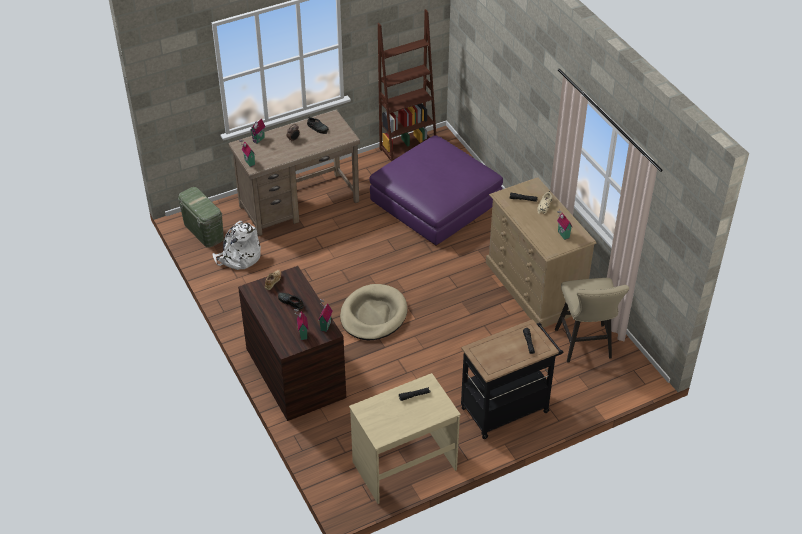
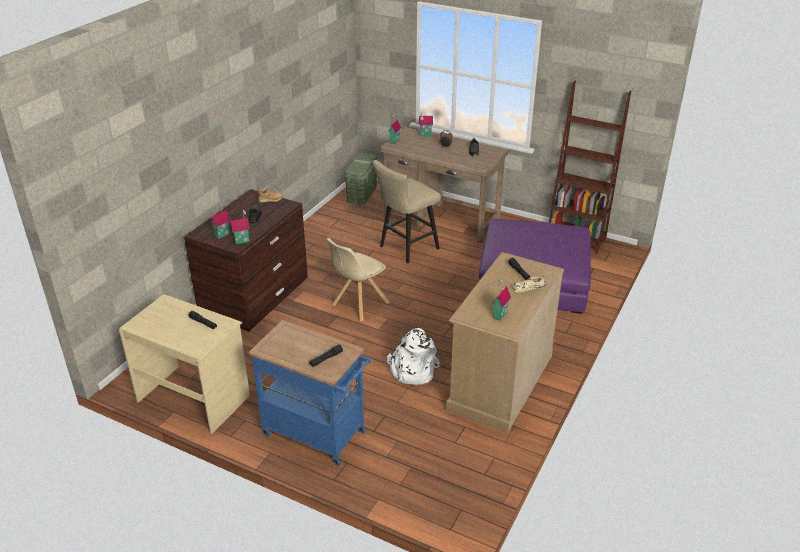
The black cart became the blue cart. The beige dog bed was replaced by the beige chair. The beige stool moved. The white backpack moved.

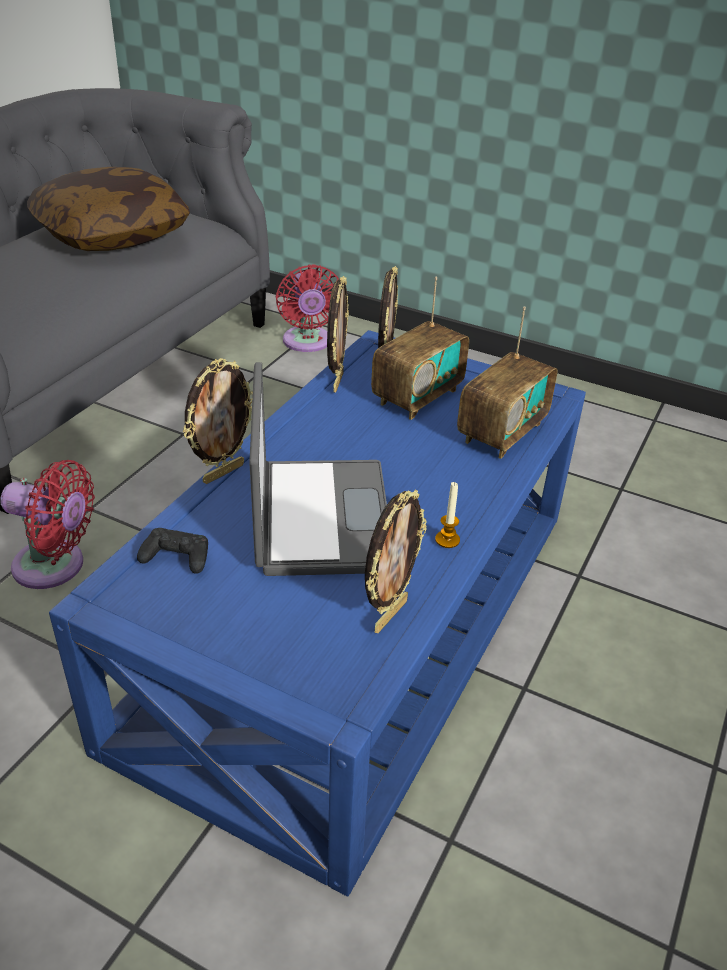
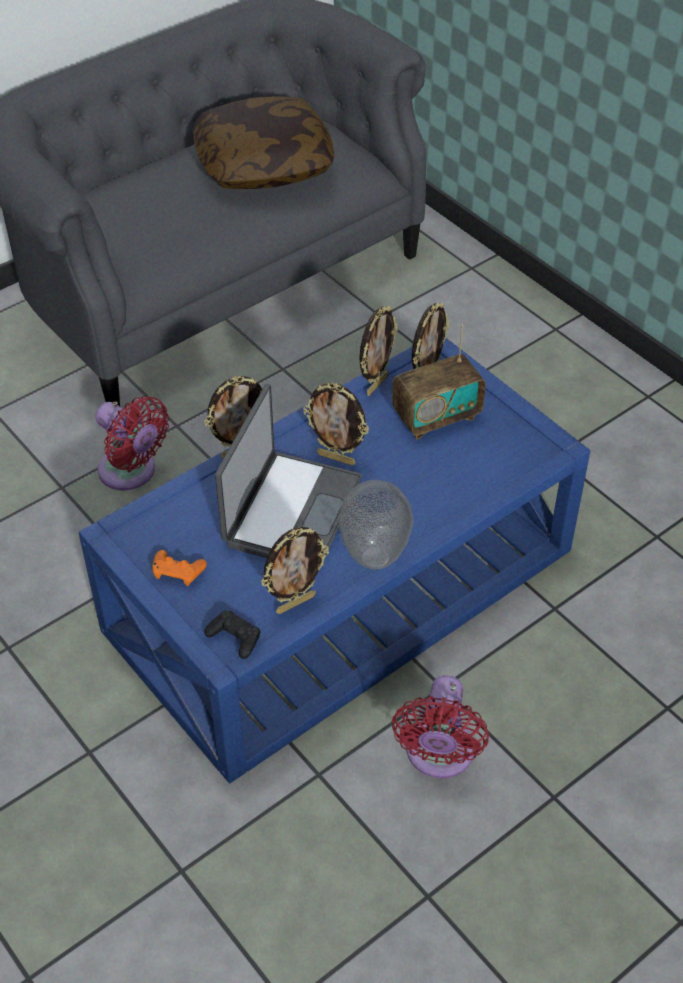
The orange game controller appeared. The black game controller moved. The picture frame (3rd from left) appeared. The candle was replaced by the vase. The red fan (2nd from left) moved. The radio (2nd from left) disappeared.

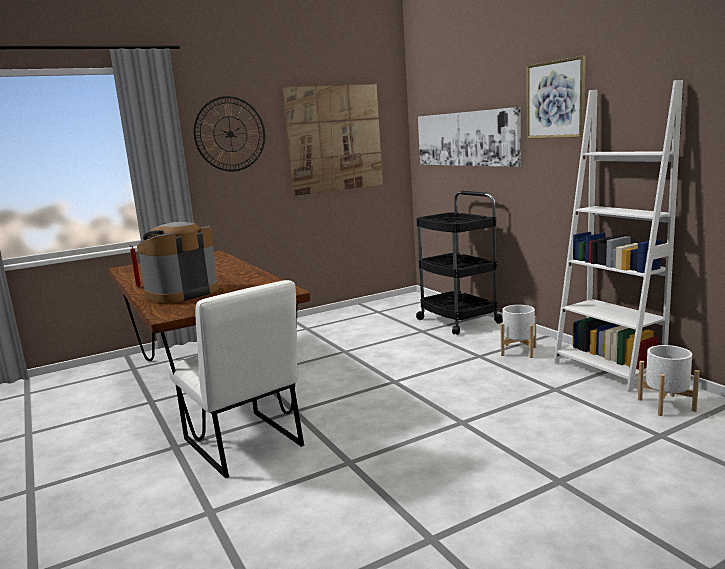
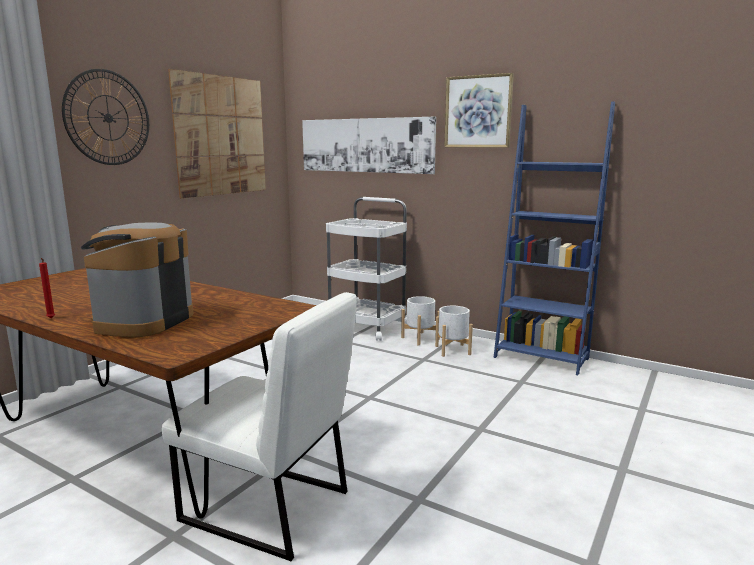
The black cart became the white cart. The white planter (2nd from left in the first image) moved. The white bookcase became the blue bookcase.

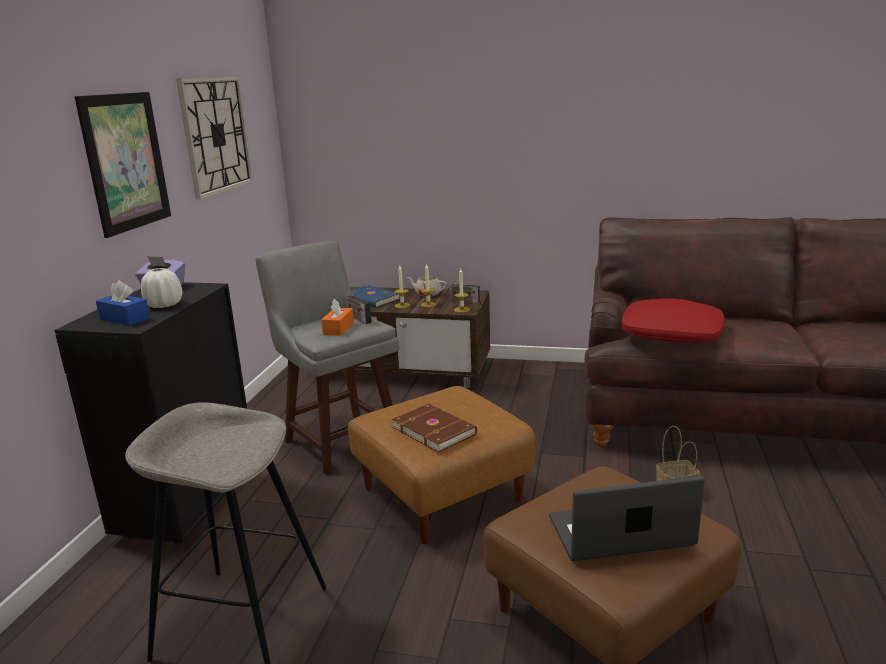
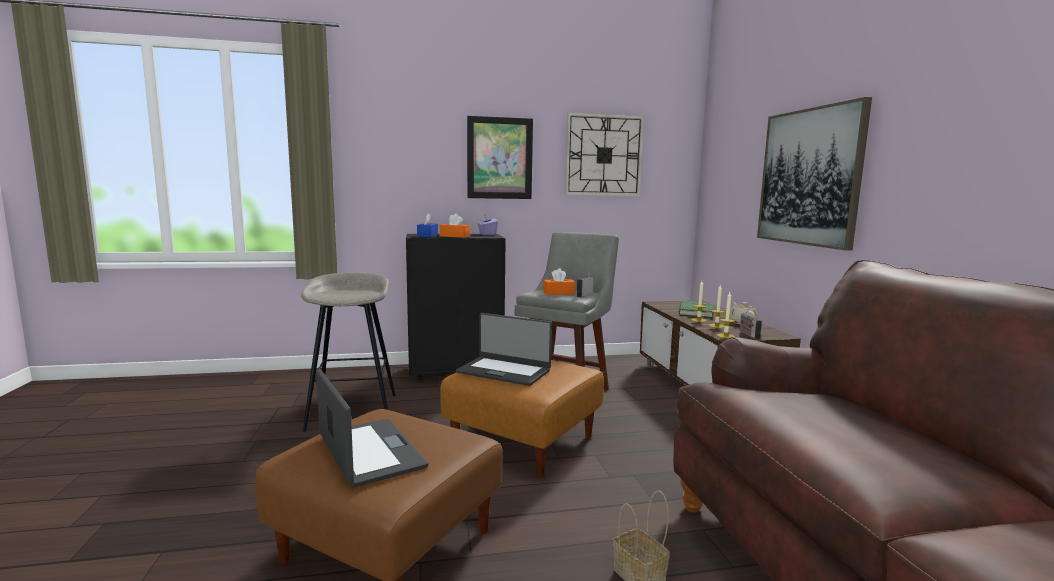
The white vase was replaced by the orange tissue box (1st from left). The brown book was replaced by the laptop (2nd from left). The blue book became the green book. The picture (2nd from left) appeared. The red pillow disappeared.

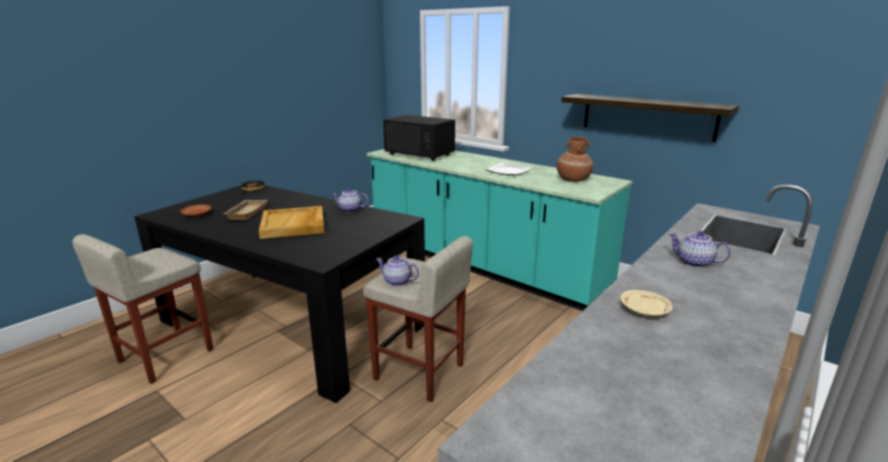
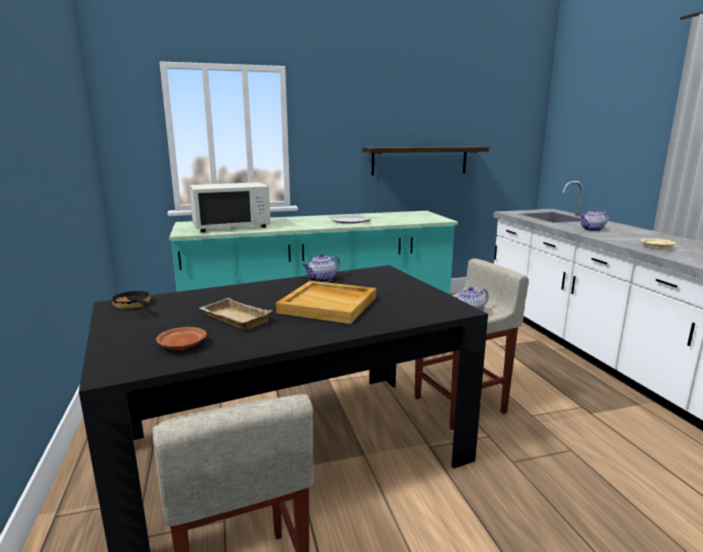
The black microwave became the white microwave. The brown vase disappeared.

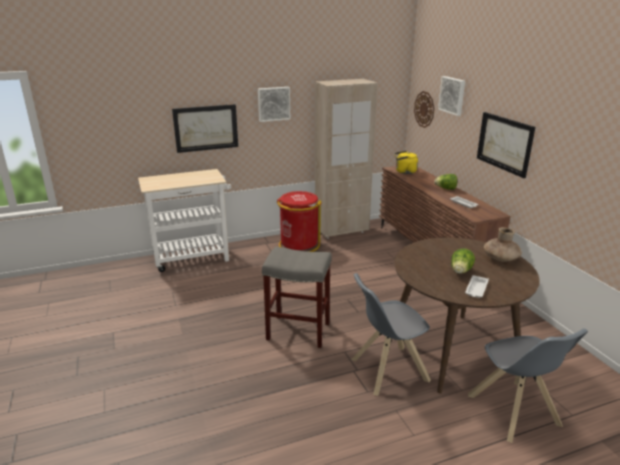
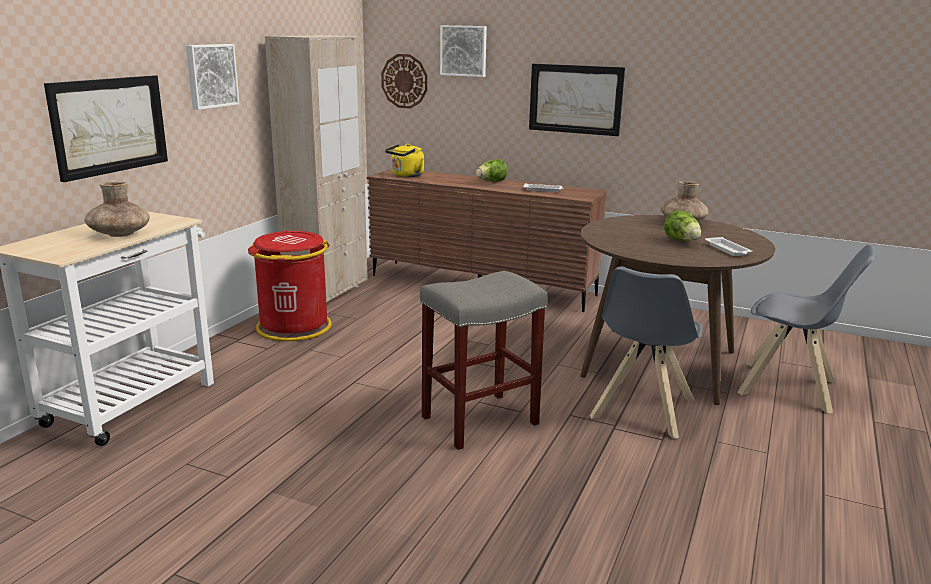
The brown vase (1st from left) appeared.

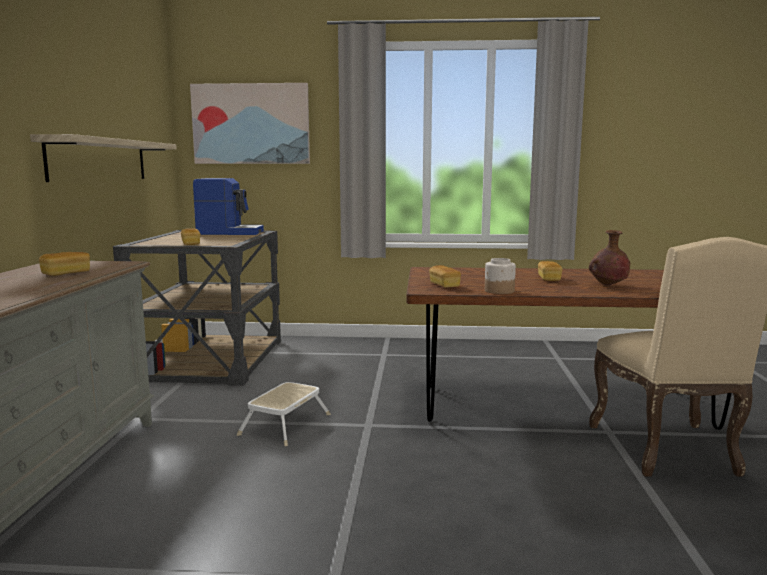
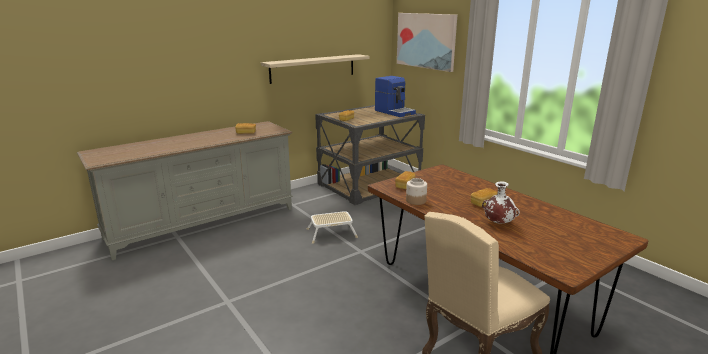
The brown vase became the white vase.

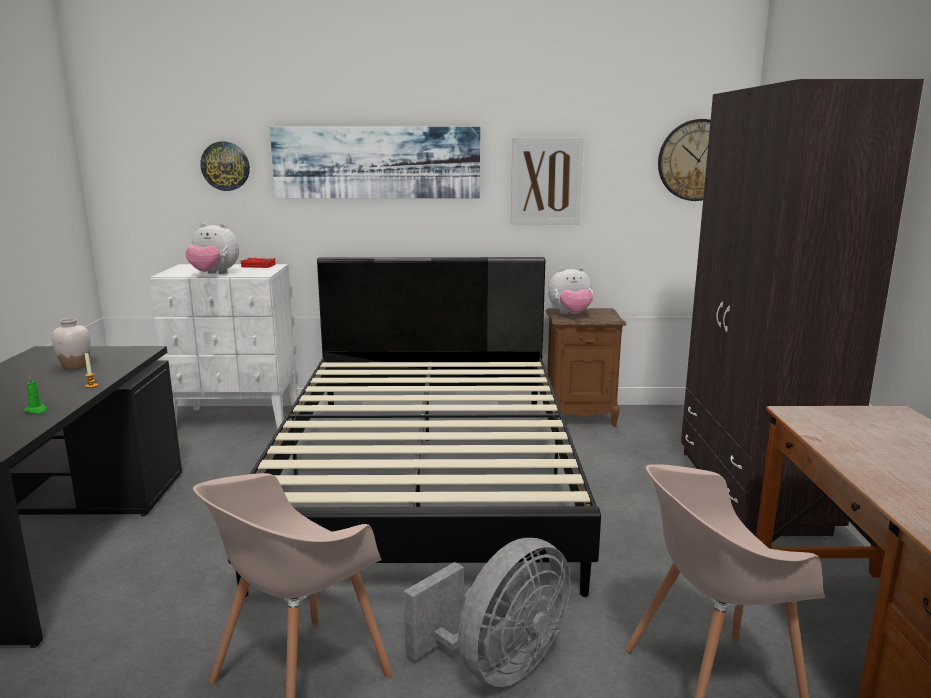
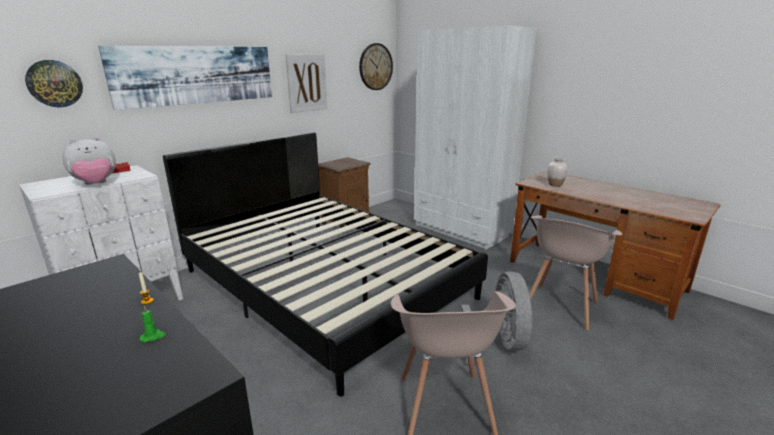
The brown wardrobe became the white wardrobe. The white vase moved. The plush toy (2nd from left) disappeared.

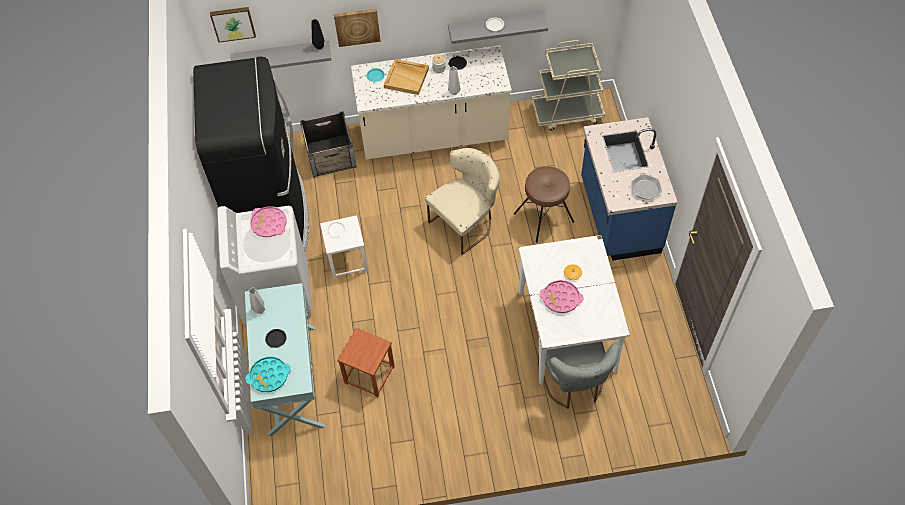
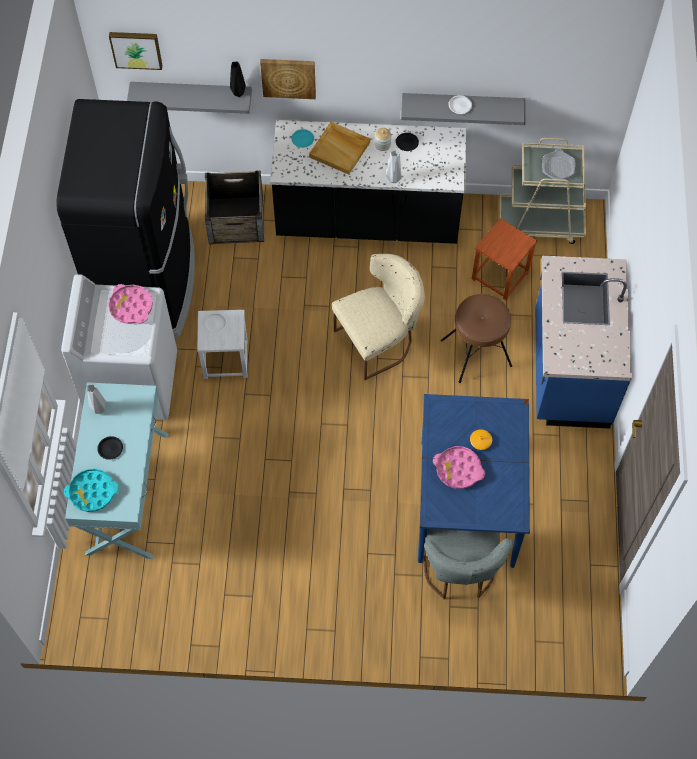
The beige counter became the black counter. The white dining table became the blue dining table. The brown stool (1st from left in the first image) moved. The frying pan moved.

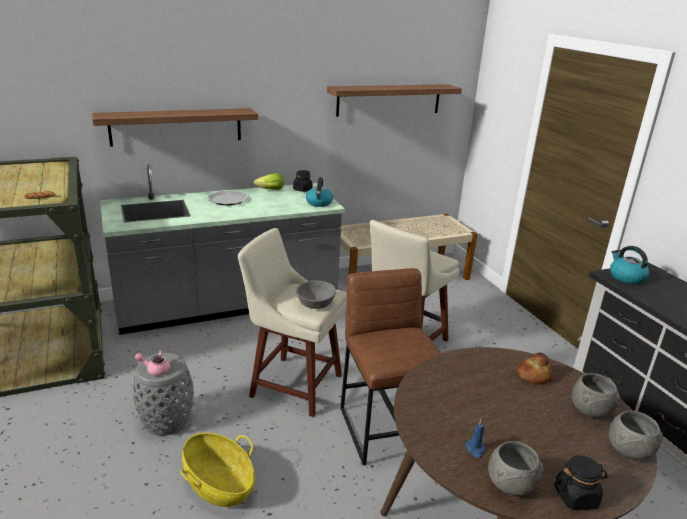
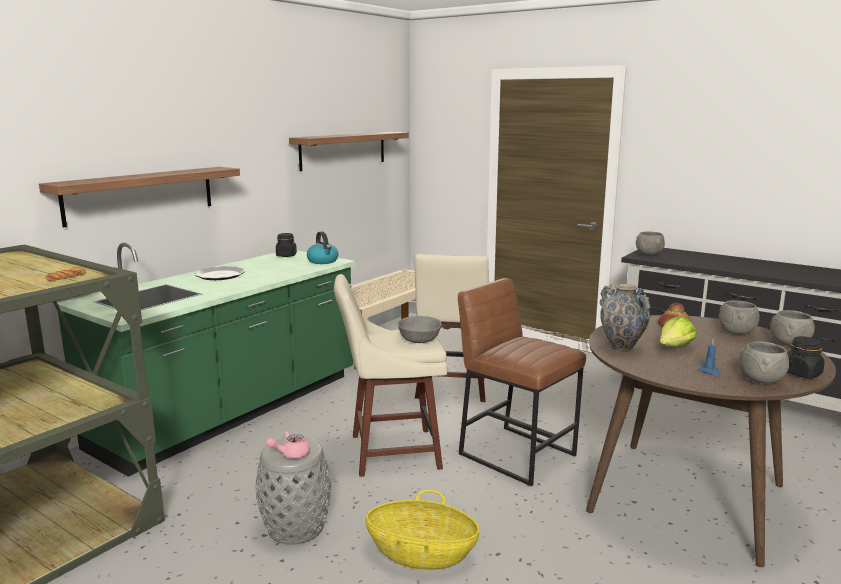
The grey counter became the green counter. The vase appeared. The kettle (2nd from left) was replaced by the grey bowl (2nd from left). The lettuce moved.

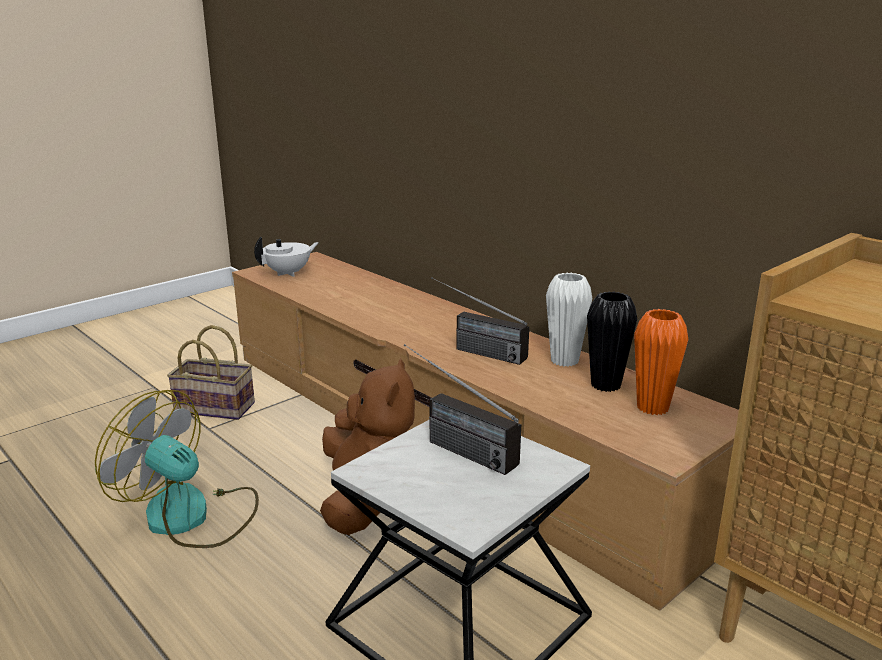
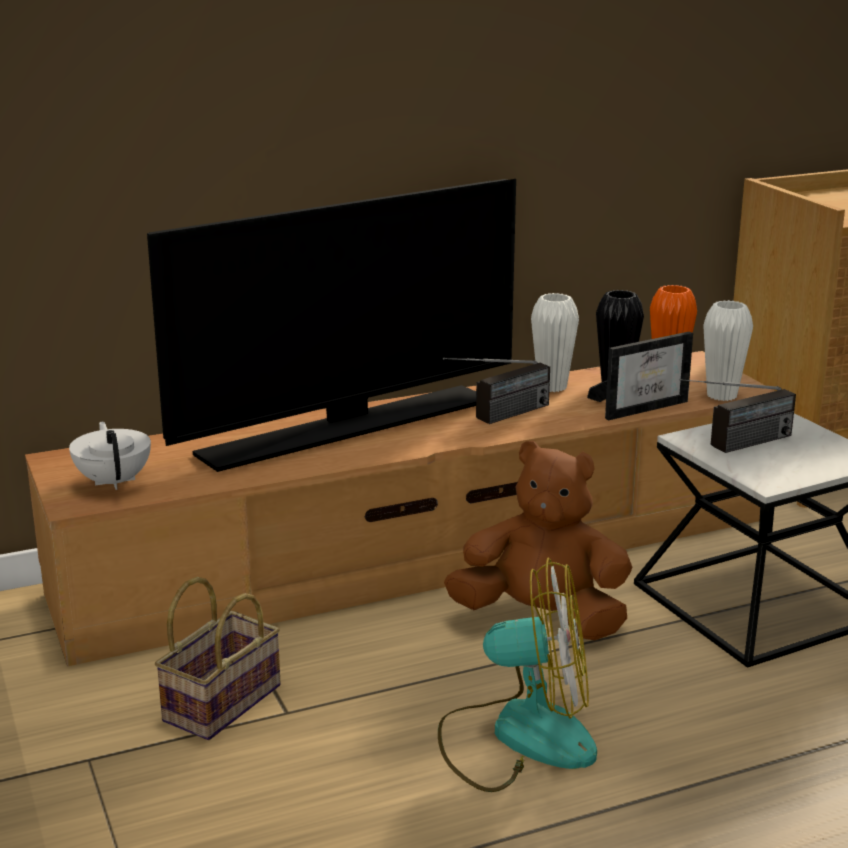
The television appeared. The fan turned 135 degrees counterclockwise. The picture frame appeared. The white vase (2nd from left) appeared.

